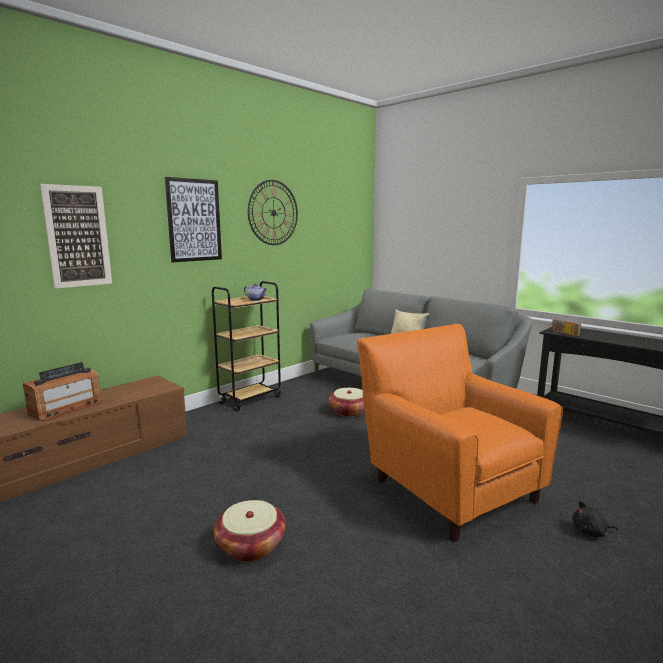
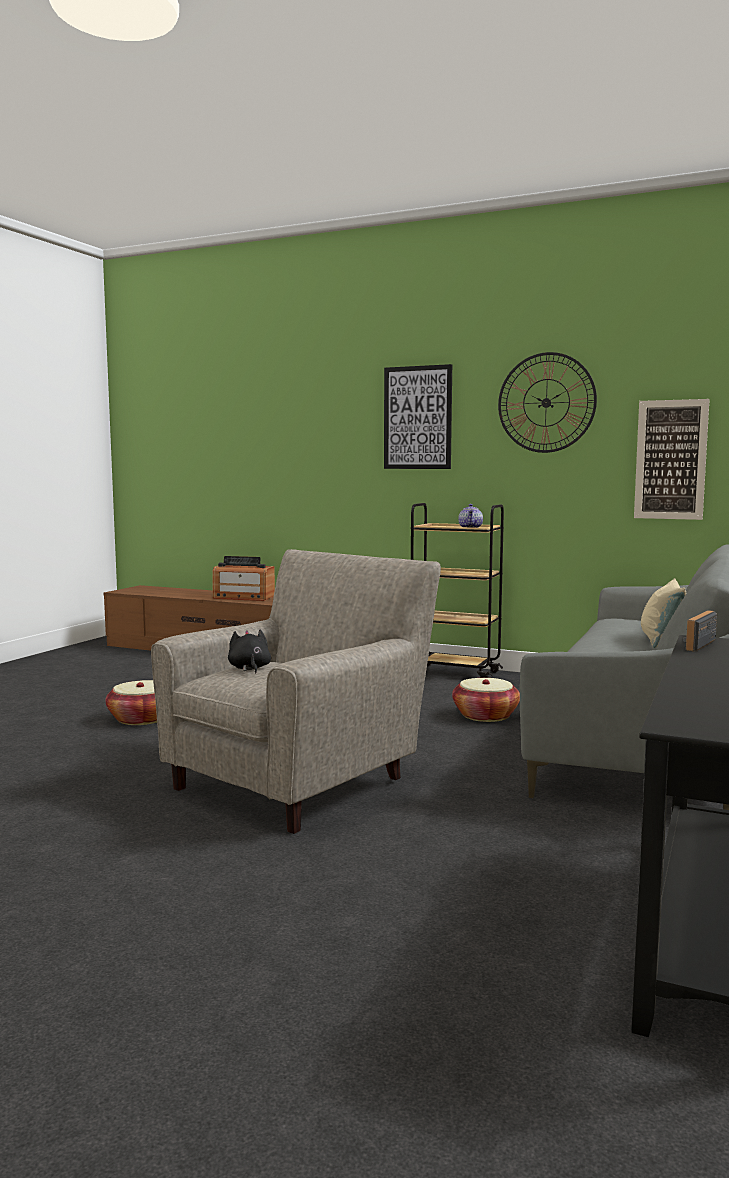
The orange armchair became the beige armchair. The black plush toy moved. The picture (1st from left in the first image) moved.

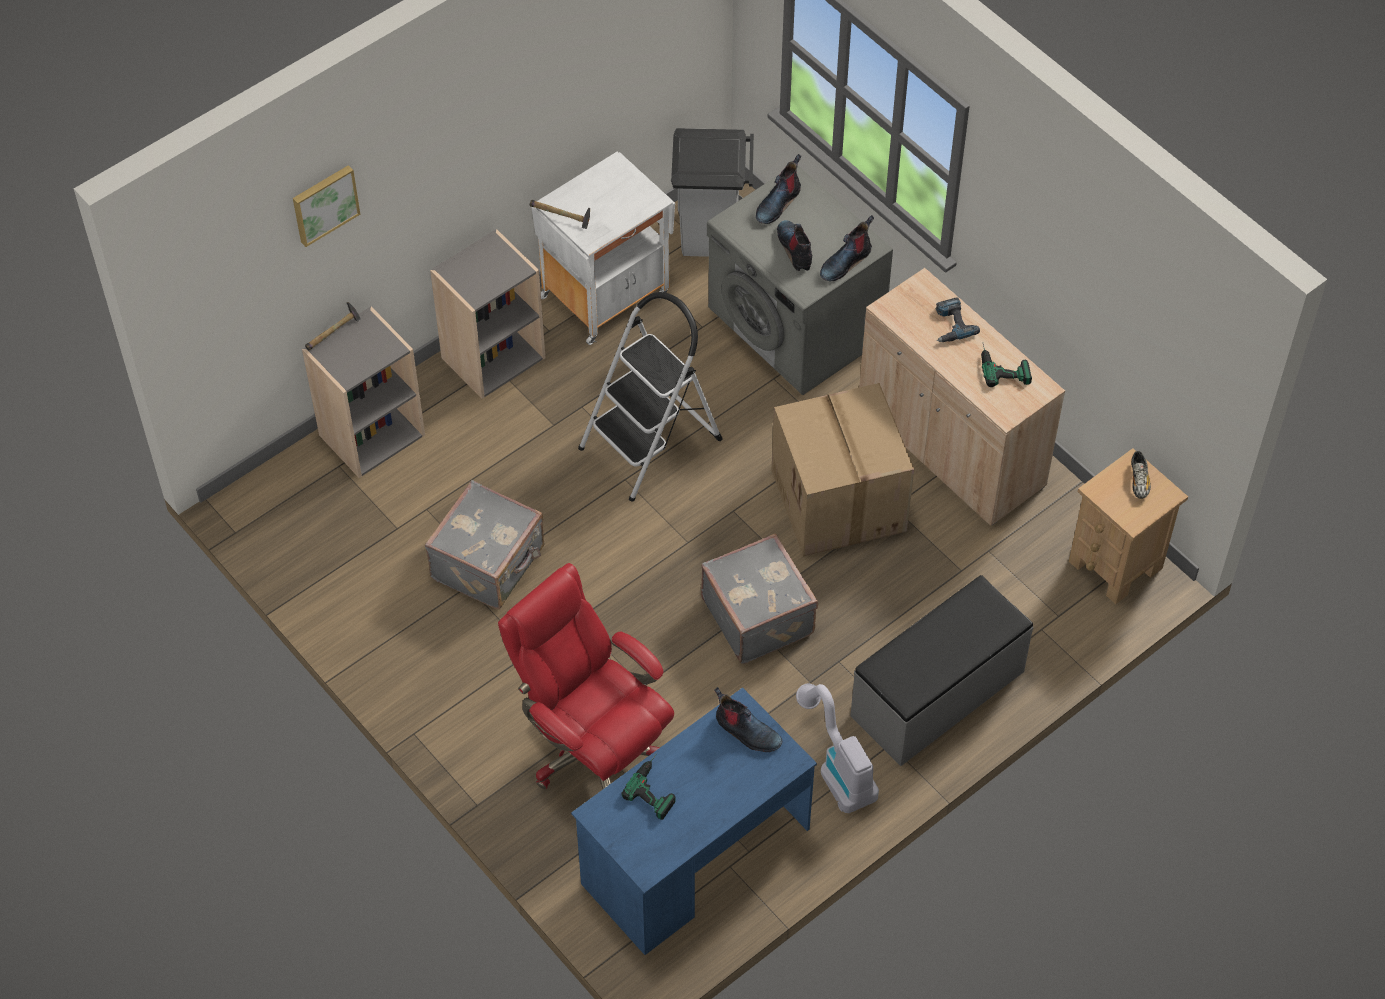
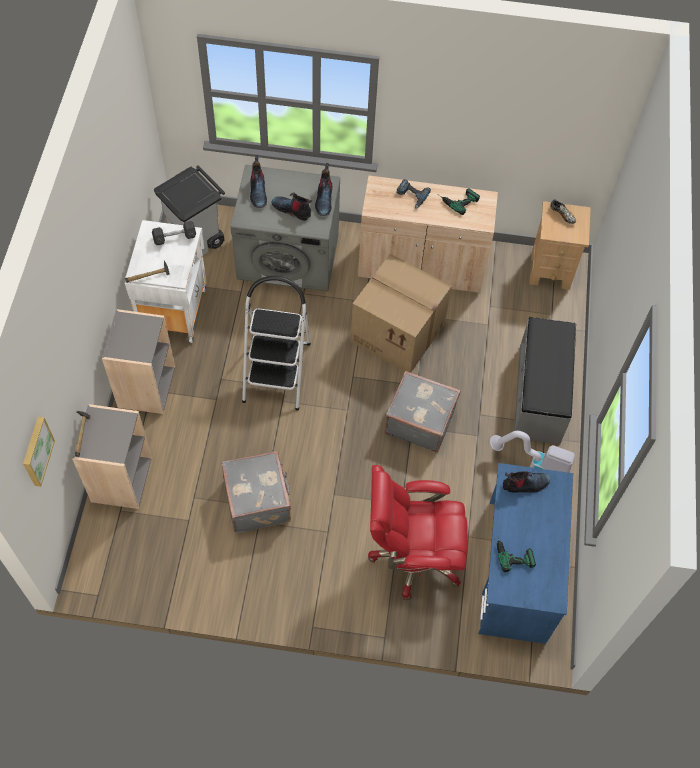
The picture moved. The grey dumbbell appeared.

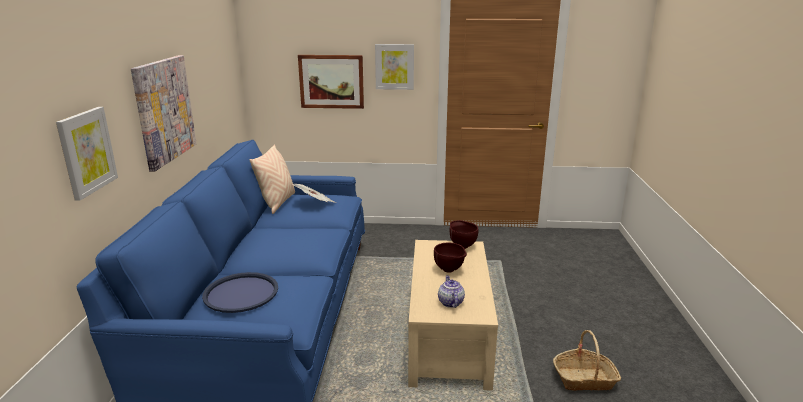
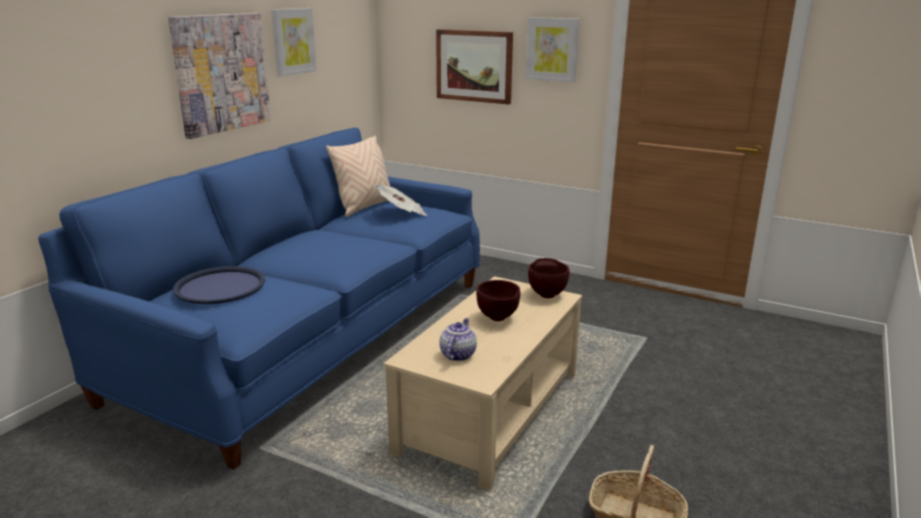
The picture (1st from left in the first image) moved.

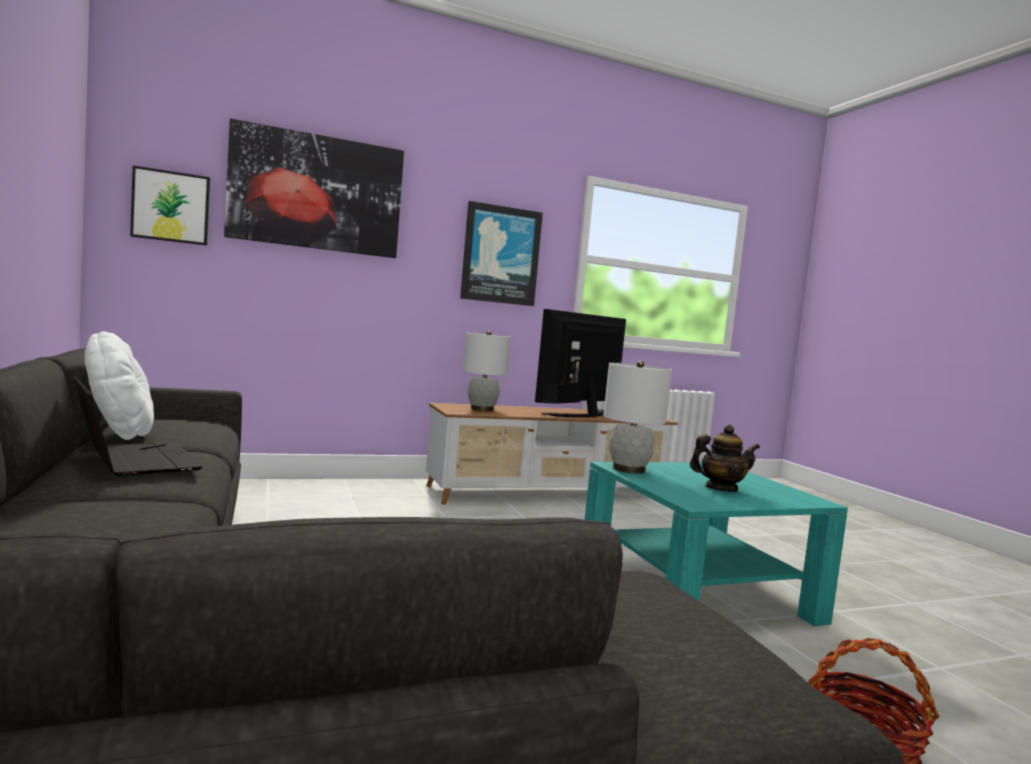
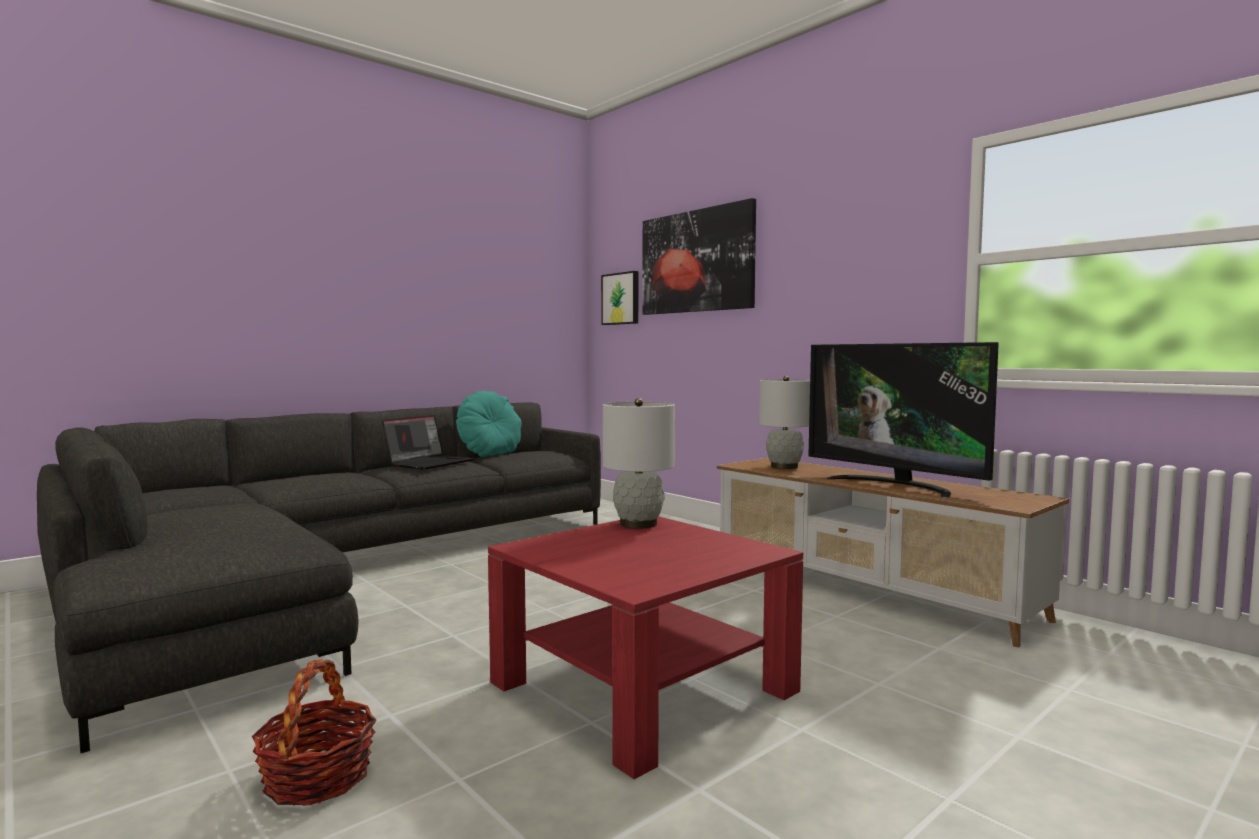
The white pillow became the turquoise pillow. The turquoise coffee table became the red coffee table. The television turned 150 degrees counterclockwise. The picture (3rd from left) disappeared. The teapot disappeared.

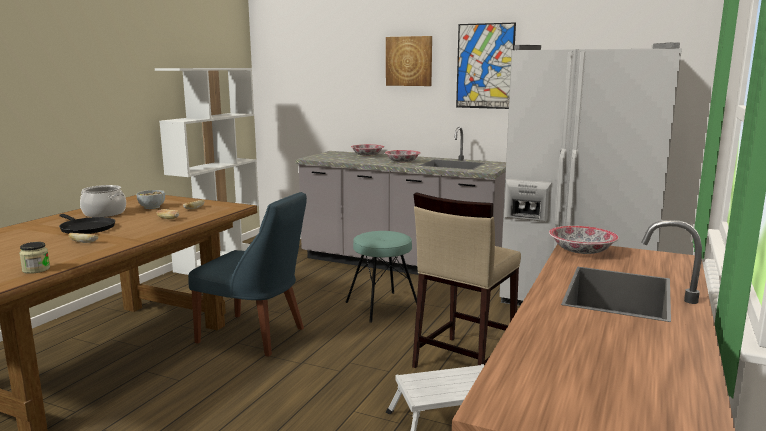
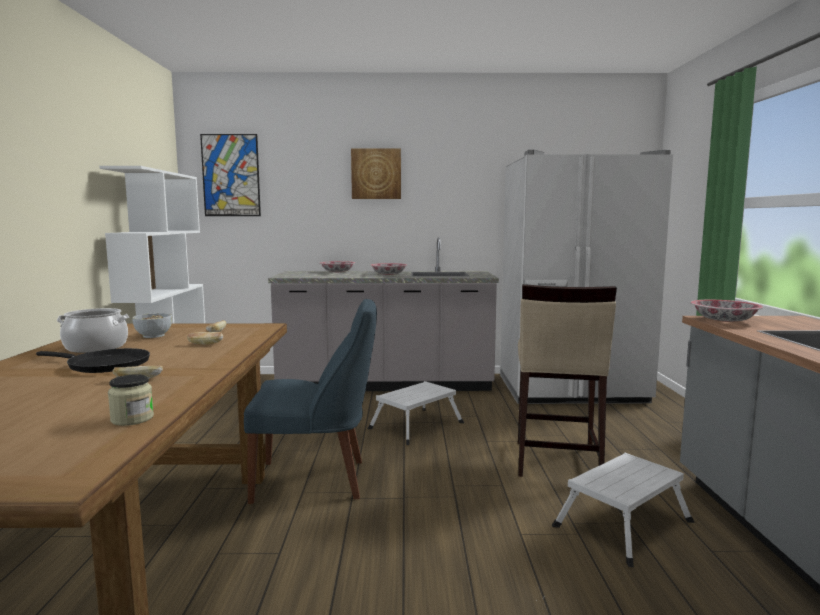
The picture (2nd from left in the first image) moved. The turquoise stool was replaced by the white step ladder (1st from left).

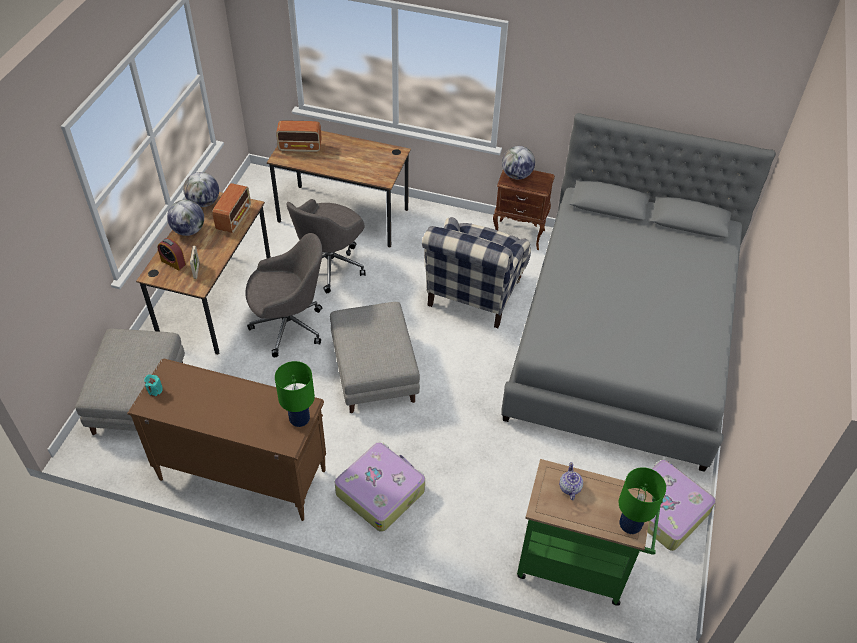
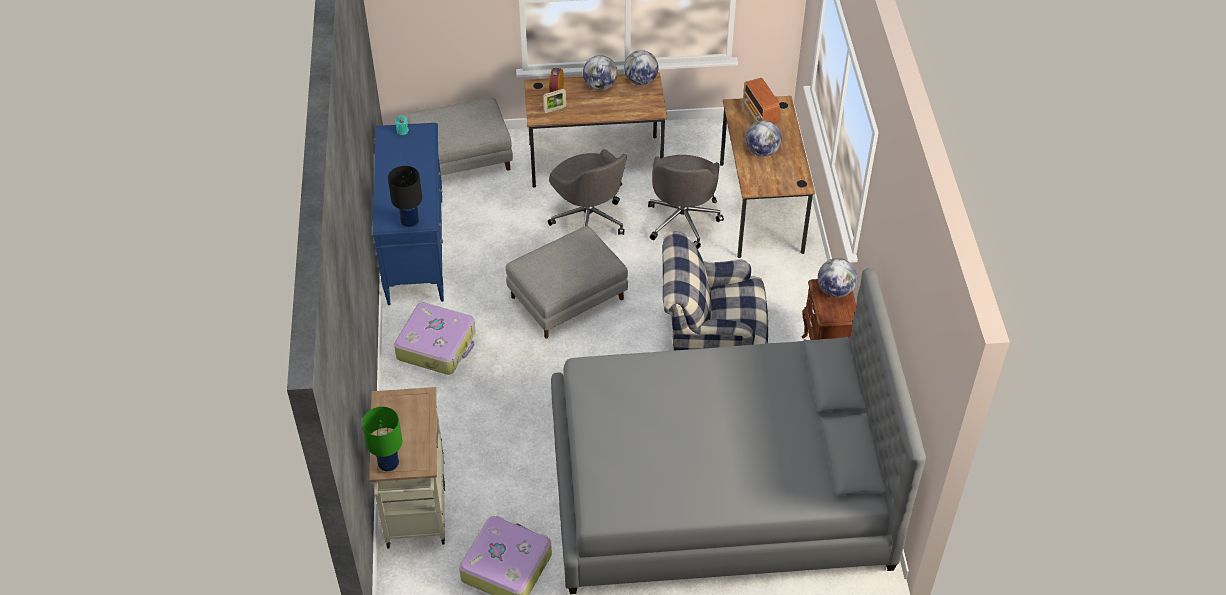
The green cart became the beige cart. The brown dresser became the blue dresser. The green table lamp (1st from left) became the black table lamp. The grey office chair (2nd from left) turned 90 degrees counterclockwise. The globe (3rd from left) appeared. The radio (1st from left) disappeared. The teapot disappeared.

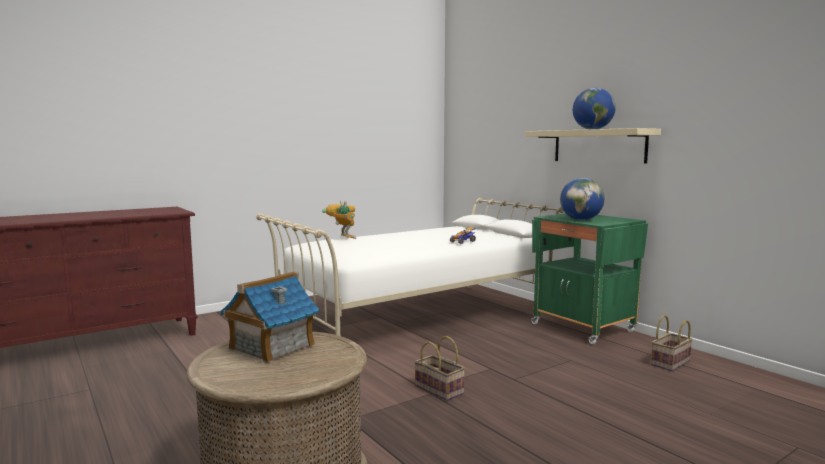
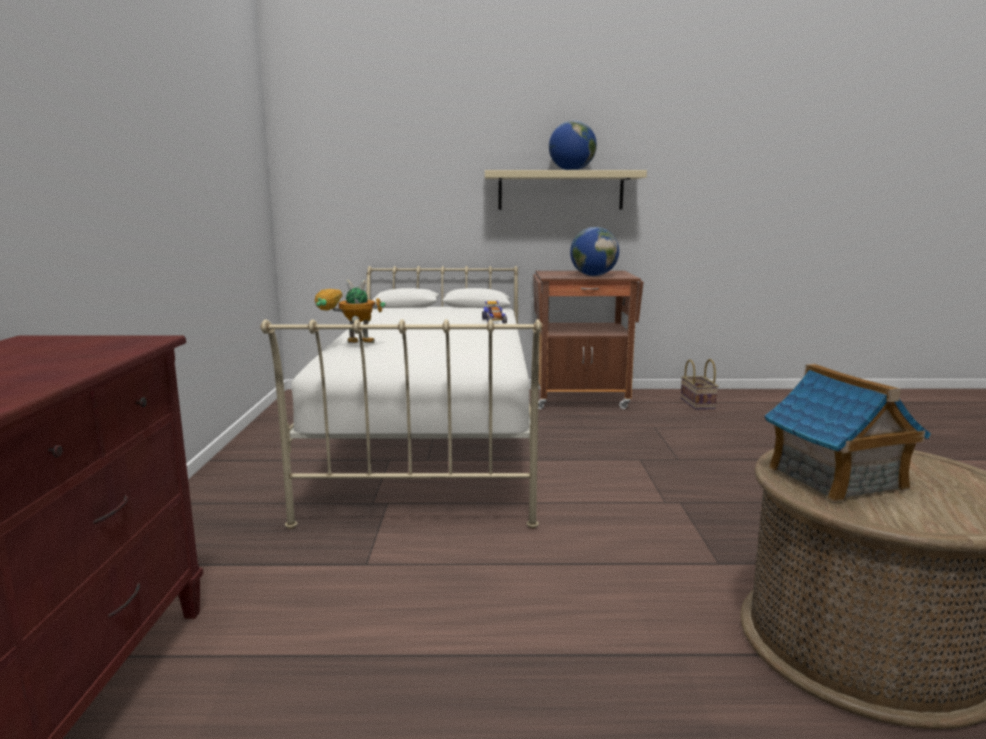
The green cart became the brown cart. The basket (1st from left) disappeared.

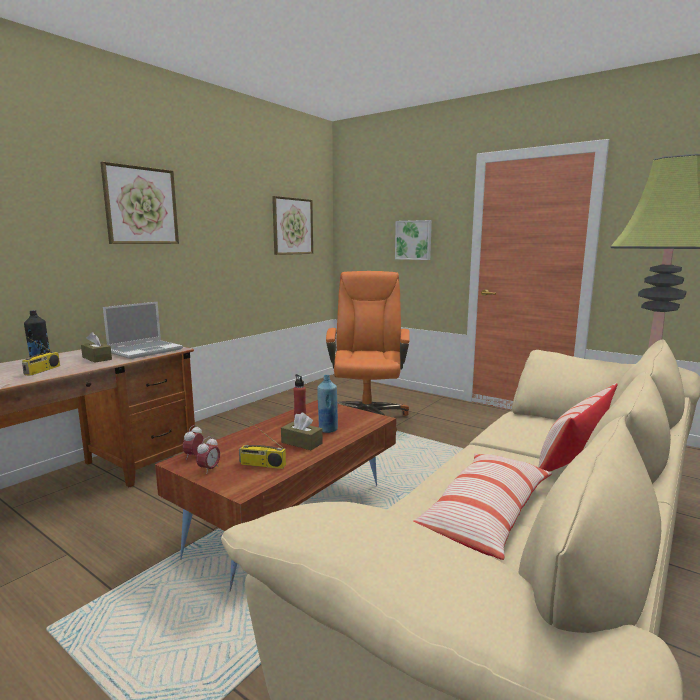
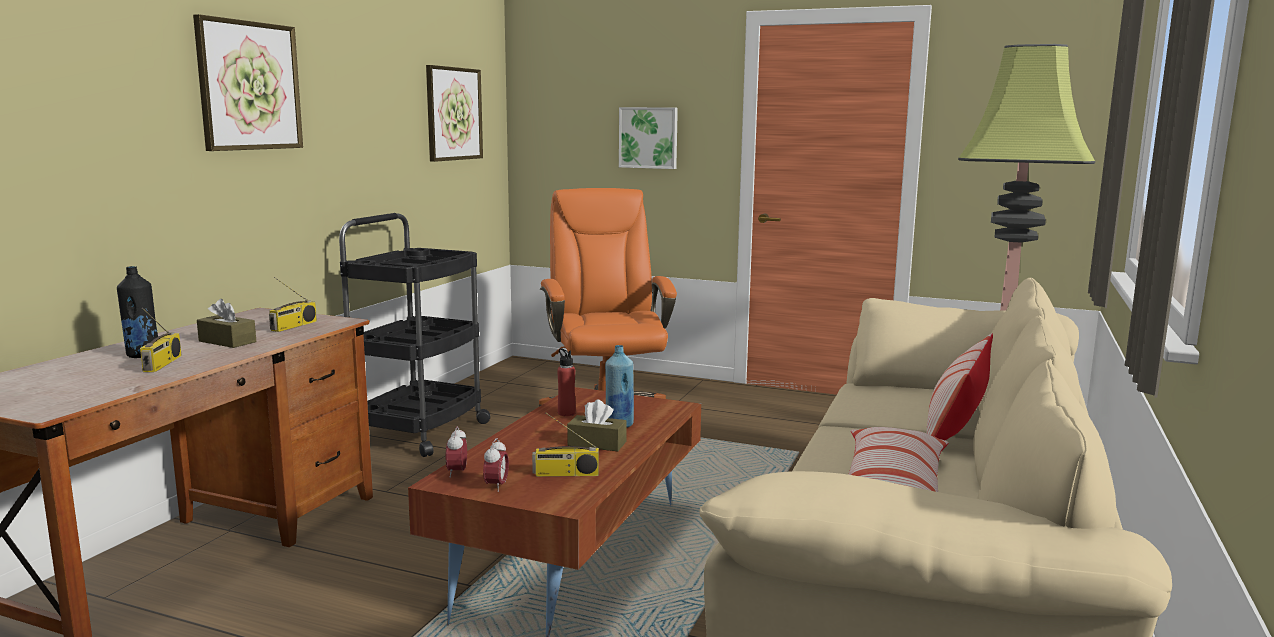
The laptop was replaced by the radio (2nd from left). The black cart appeared.

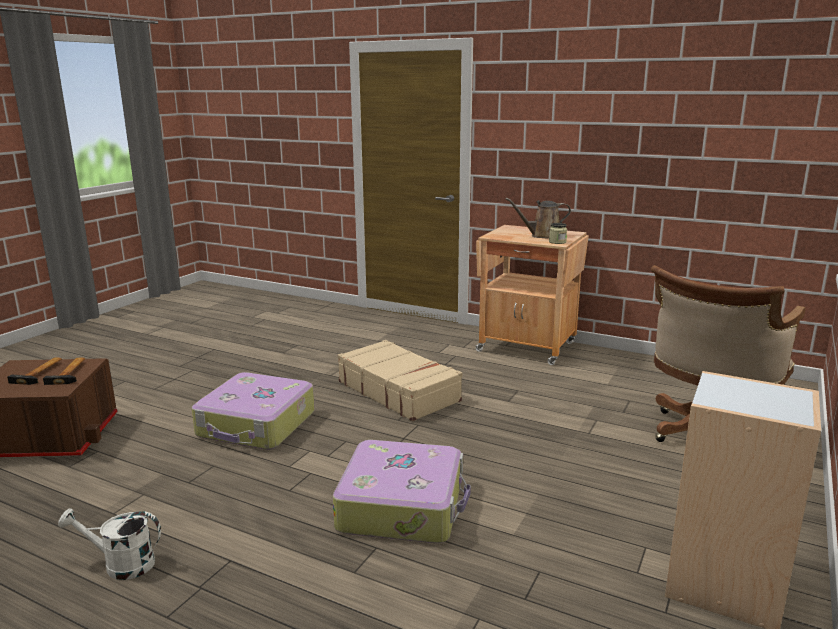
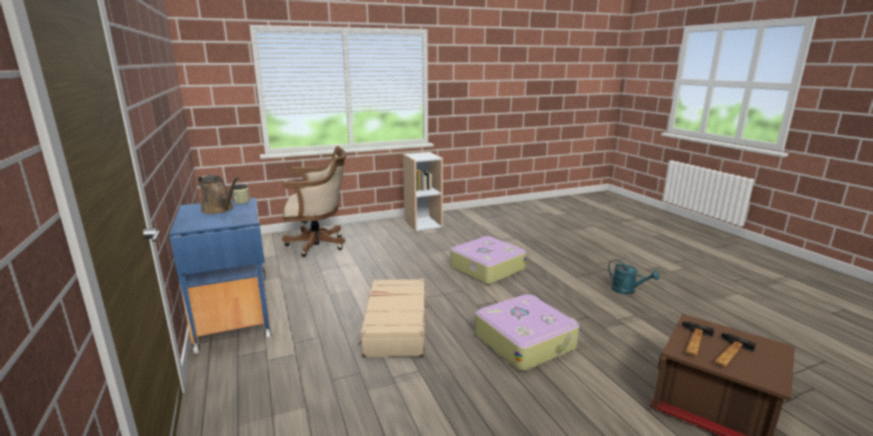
The brown cart became the blue cart. The white watering can became the turquoise watering can.

